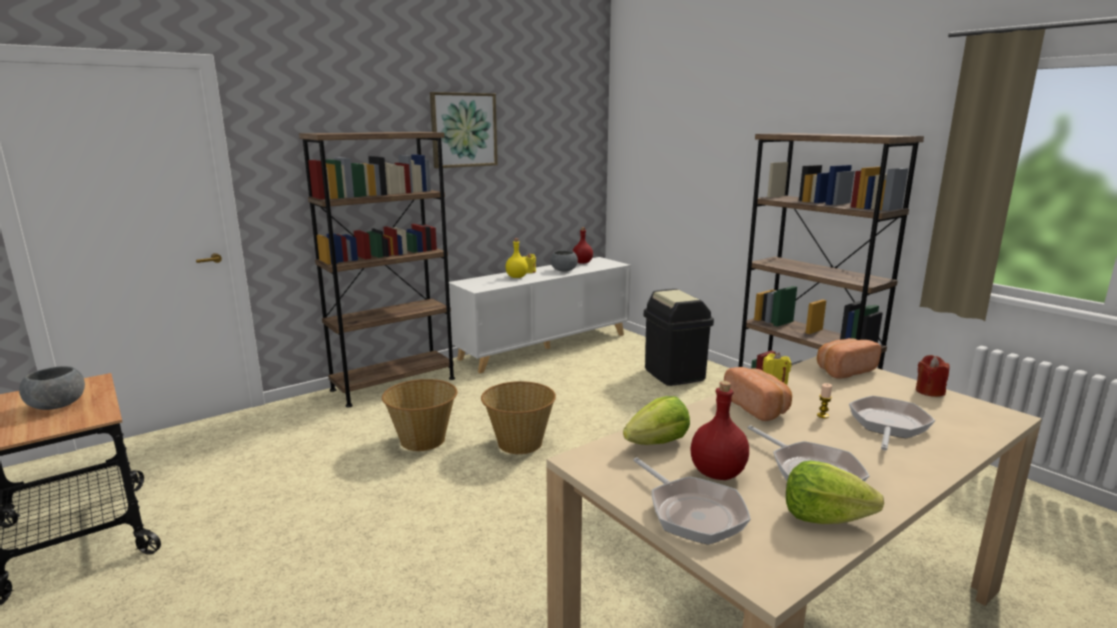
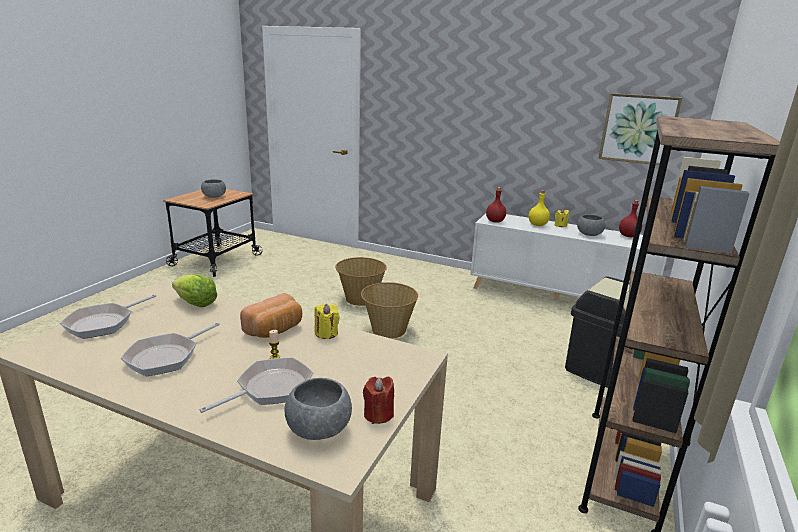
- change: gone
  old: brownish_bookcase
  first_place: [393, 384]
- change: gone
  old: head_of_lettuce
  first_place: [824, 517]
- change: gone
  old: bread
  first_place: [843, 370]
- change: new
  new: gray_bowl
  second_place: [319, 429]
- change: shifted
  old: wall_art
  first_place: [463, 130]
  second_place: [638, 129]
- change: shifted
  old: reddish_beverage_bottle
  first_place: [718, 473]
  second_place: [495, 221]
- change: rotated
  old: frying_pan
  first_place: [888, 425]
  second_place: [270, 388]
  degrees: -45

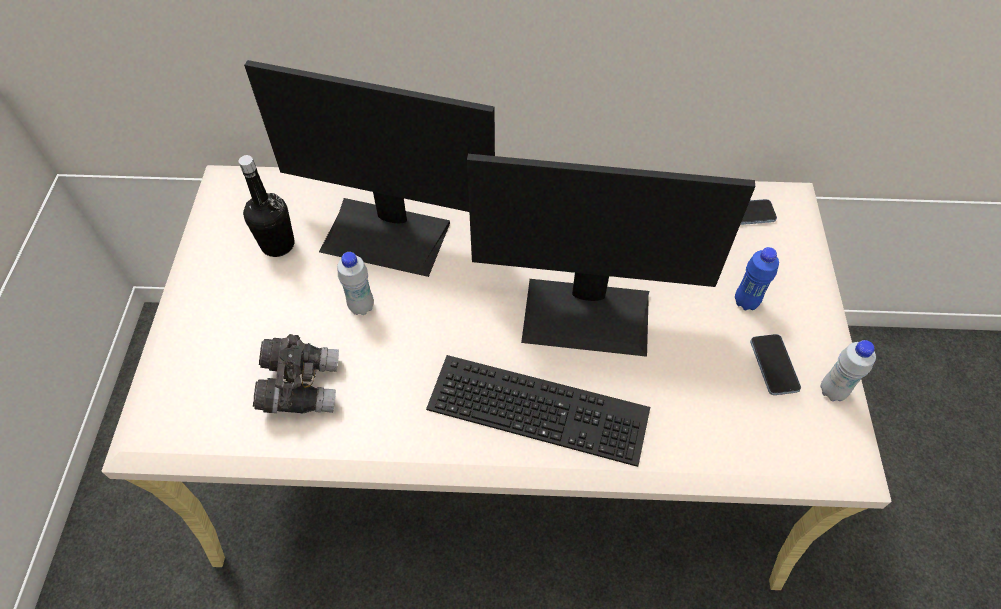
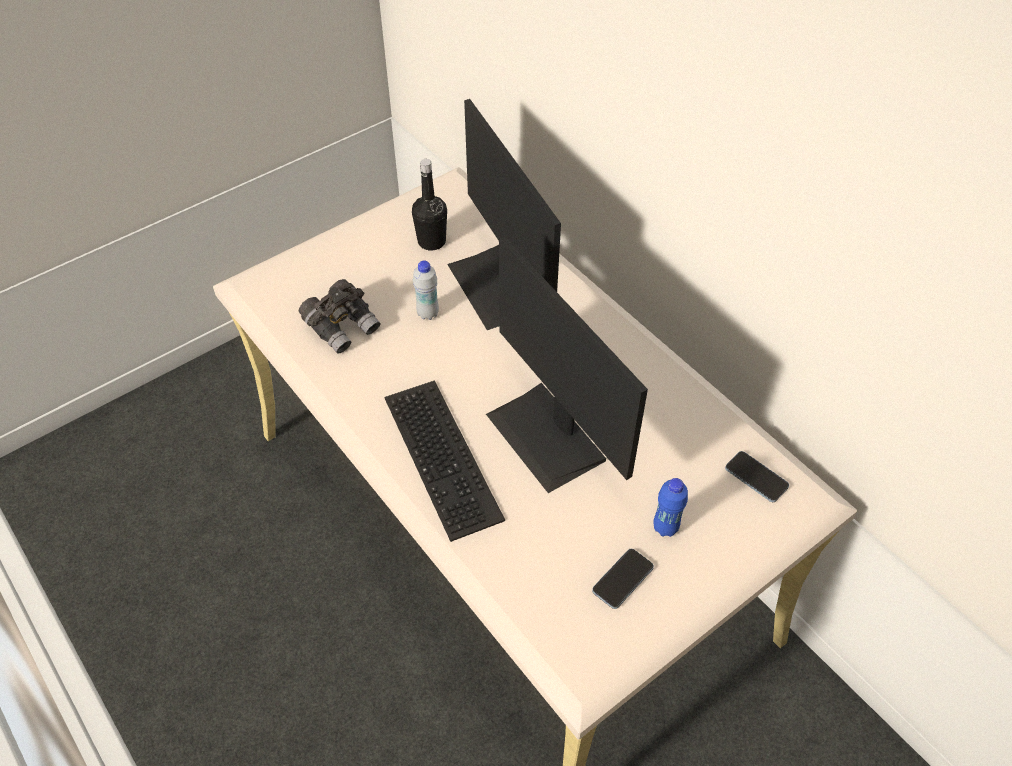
- change: gone
  old: white_beverage_bottle
  first_place: [832, 391]

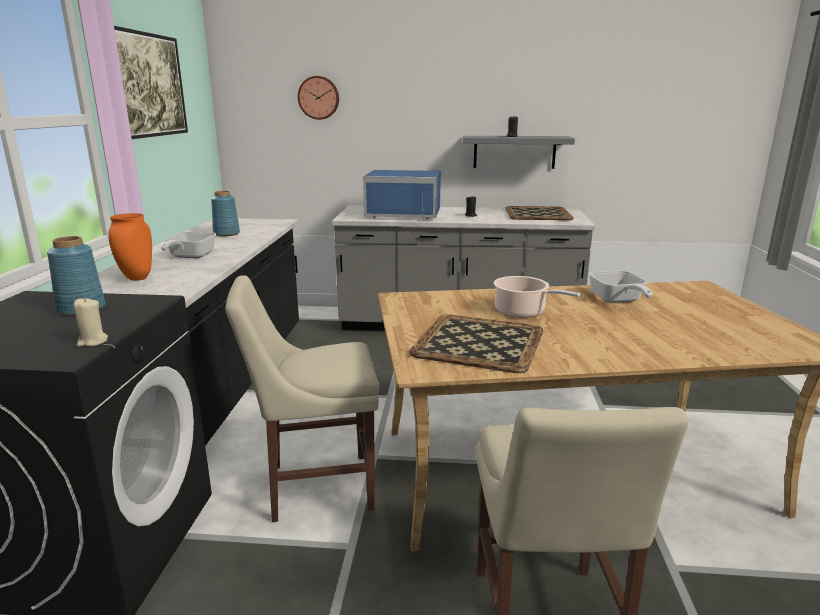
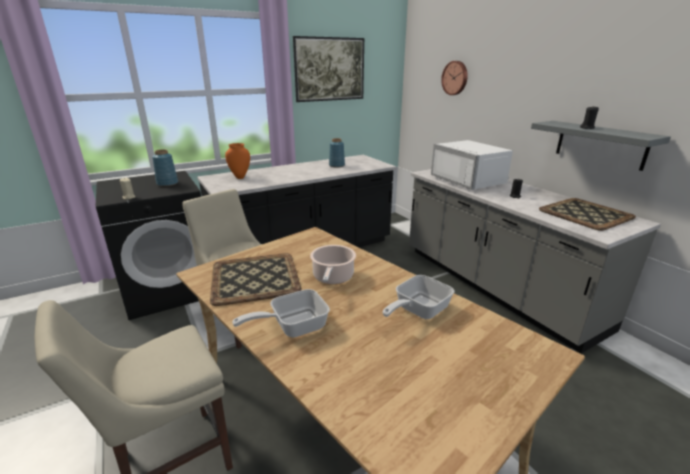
- change: shifted
  old: frying_pan
  first_place: [189, 256]
  second_place: [292, 326]
- change: repainted
  old: bluish_microwave_oven
  new: white_microwave_oven
  first_place: [404, 213]
  second_place: [471, 180]

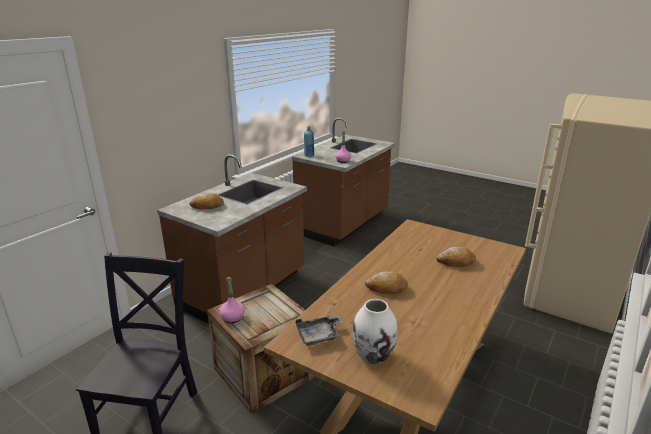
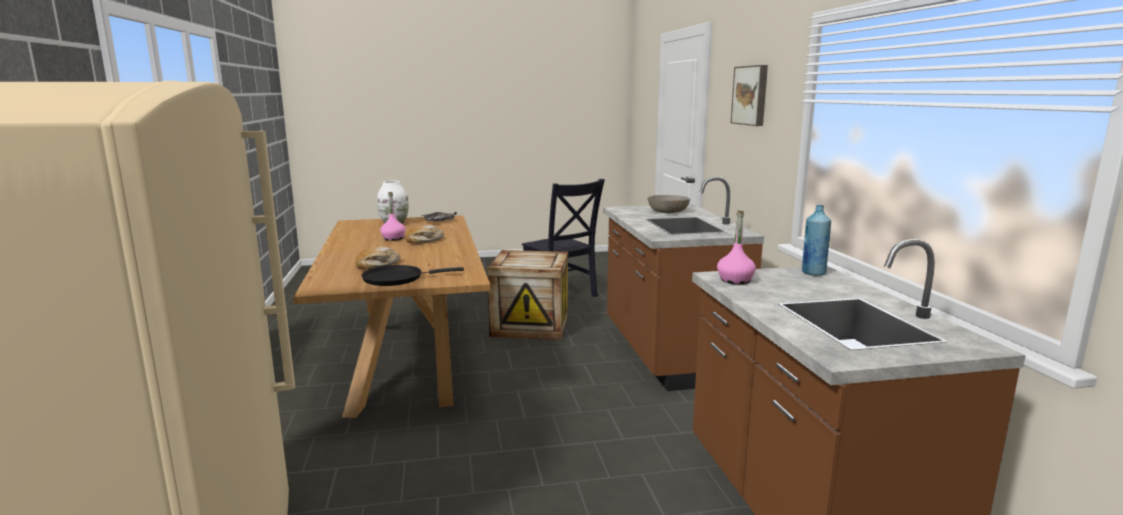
- change: new
  new: black-coloured_frying_pan
  second_place: [397, 279]
- change: new
  new: wall_art
  second_place: [751, 95]
- change: shifted
  old: pink_beverage_bottle
  first_place: [232, 317]
  second_place: [393, 238]
- change: swapped
  old: bread
  new: gray_bowl
  first_place: [207, 206]
  second_place: [668, 211]

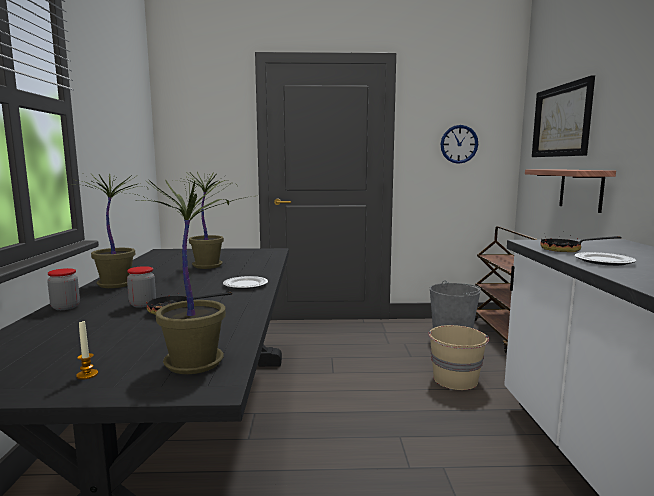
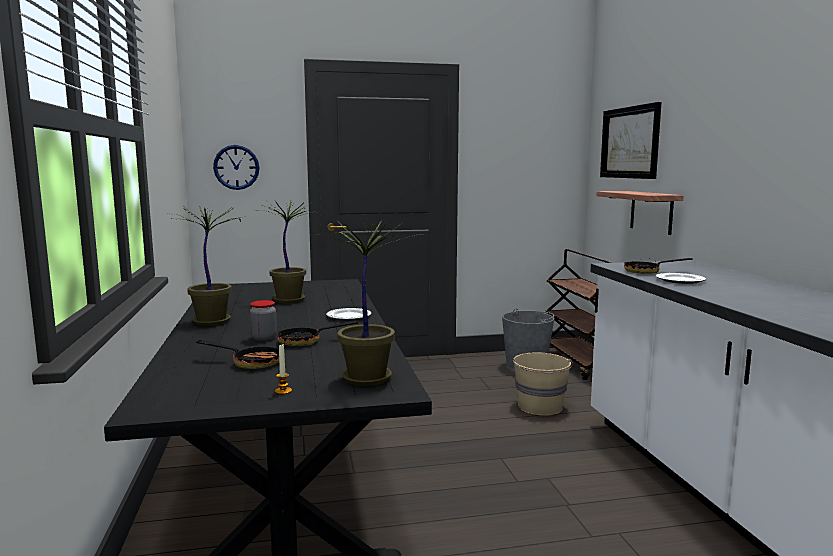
- change: gone
  old: storage_jar
  first_place: [65, 307]
- change: new
  new: frying_pan
  second_place: [250, 363]
- change: shifted
  old: hanging_clock
  first_place: [459, 144]
  second_place: [236, 167]

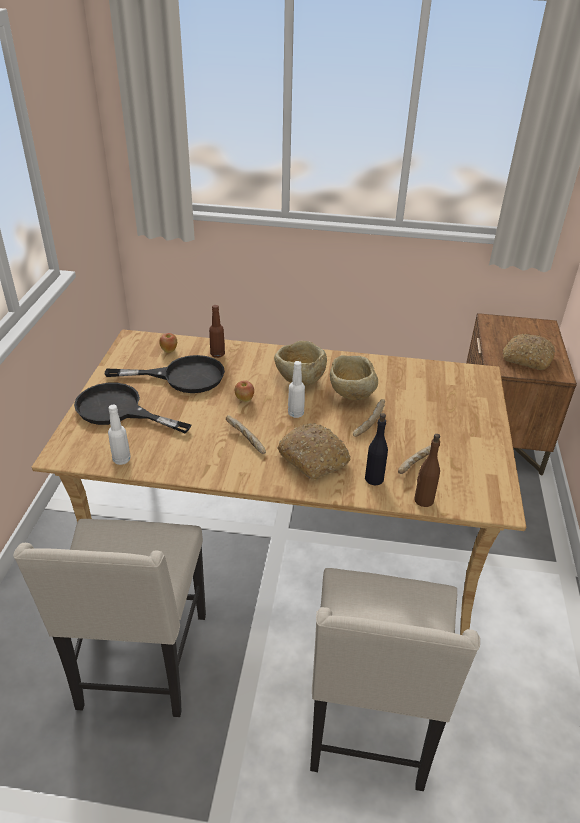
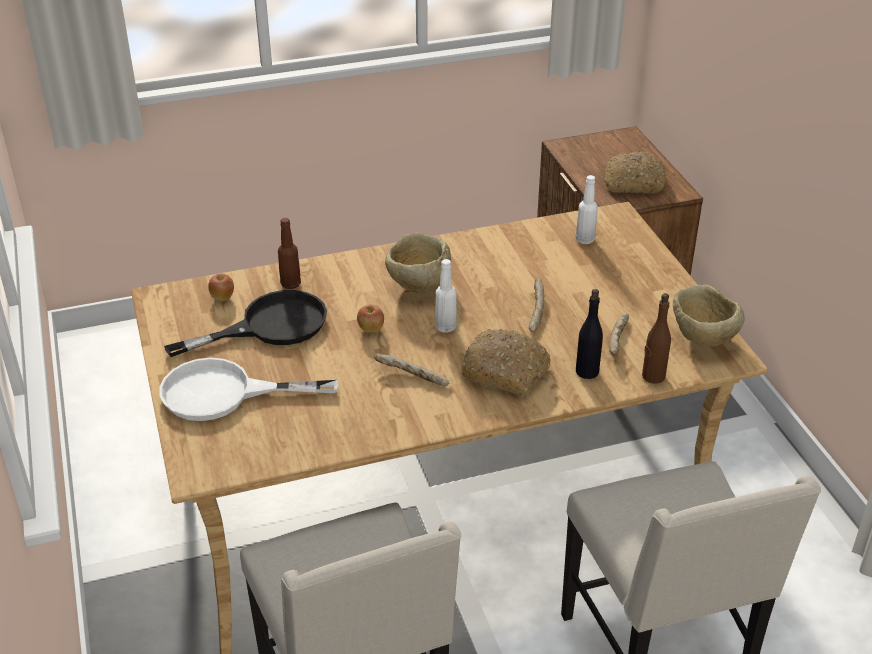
- change: shifted
  old: white_beverage_bottle
  first_place: [121, 460]
  second_place: [585, 240]
- change: shifted
  old: beige_bowl
  first_place: [351, 395]
  second_place: [702, 339]
- change: repainted
  old: black-coloured_frying_pan
  new: white_frying_pan
  first_place: [119, 410]
  second_place: [224, 393]

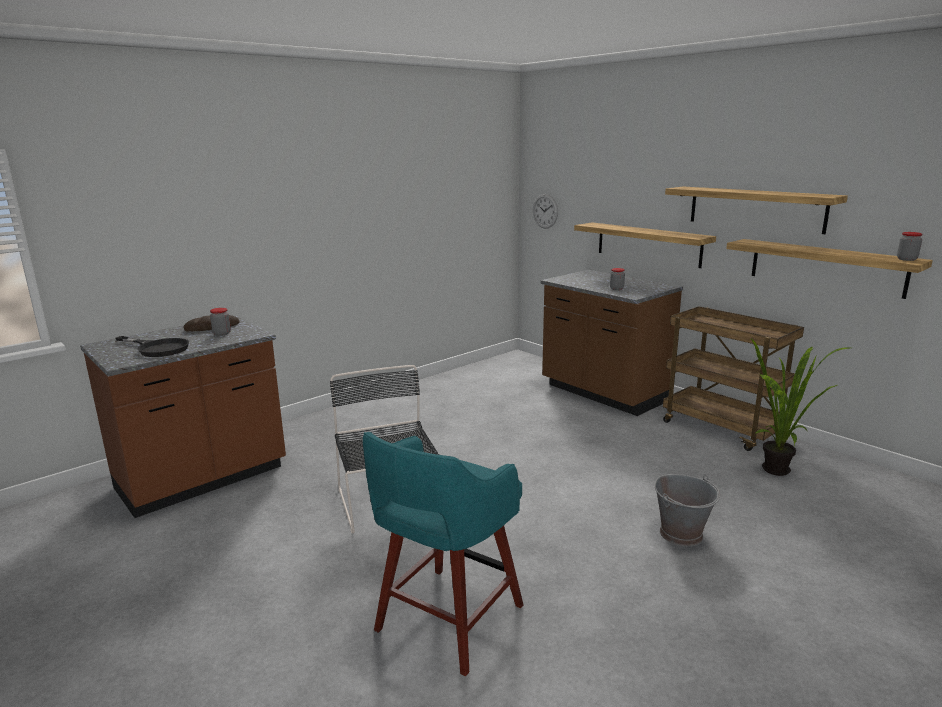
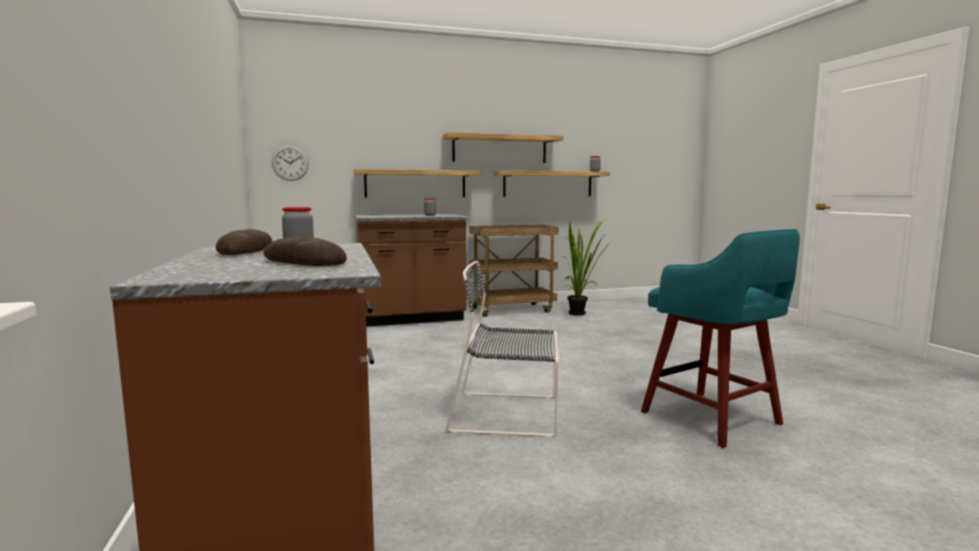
- change: gone
  old: gray_bucket
  first_place: [681, 534]
- change: swapped
  old: black-coloured_frying_pan
  new: bread
  first_place: [158, 348]
  second_place: [303, 262]

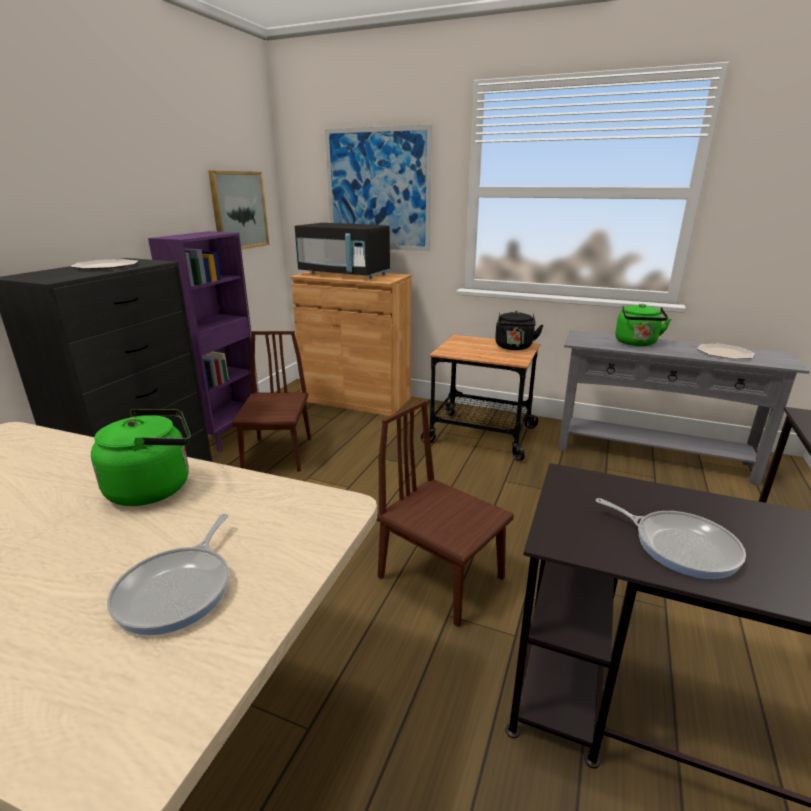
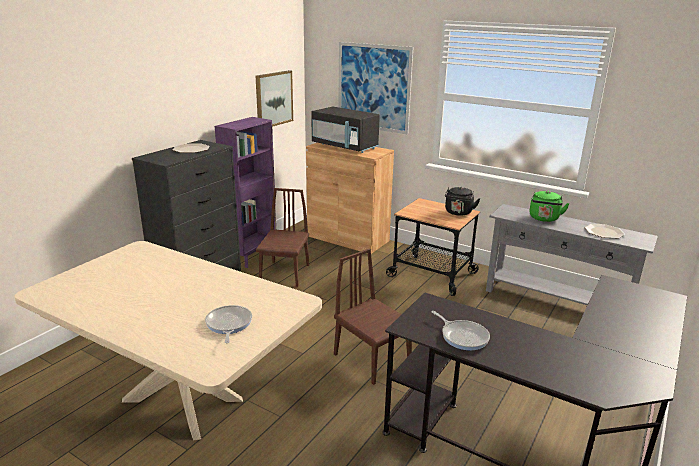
- change: gone
  old: greenish_kettle
  first_place: [155, 487]
- change: rotated
  old: frying_pan
  first_place: [178, 590]
  second_place: [228, 324]
  degrees: 150

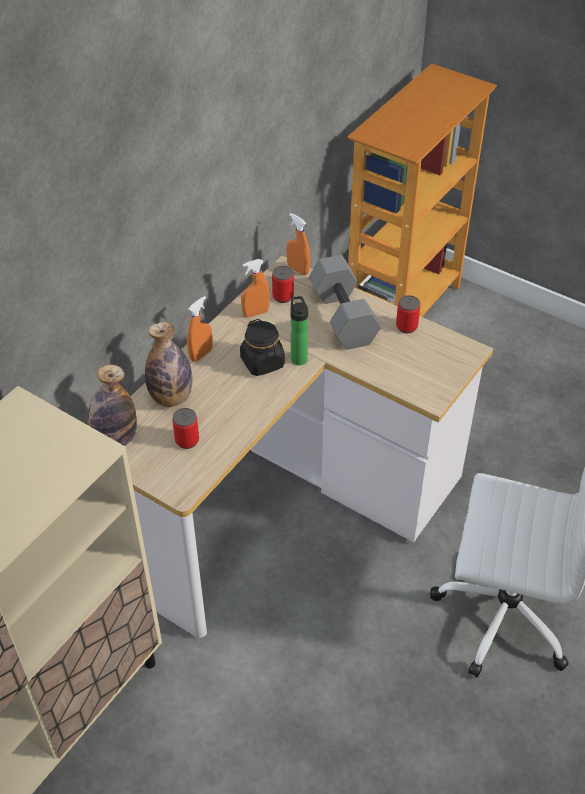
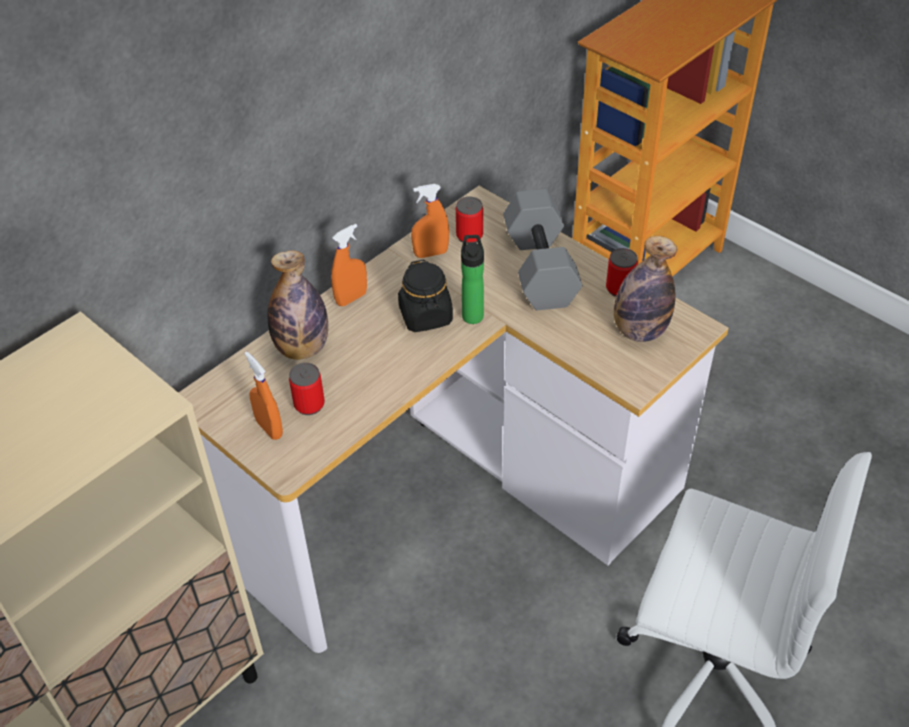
- change: shifted
  old: beverage_bottle
  first_place: [115, 439]
  second_place: [639, 331]
- change: shifted
  old: orange_hand_sprayer
  first_place: [298, 269]
  second_place: [269, 428]

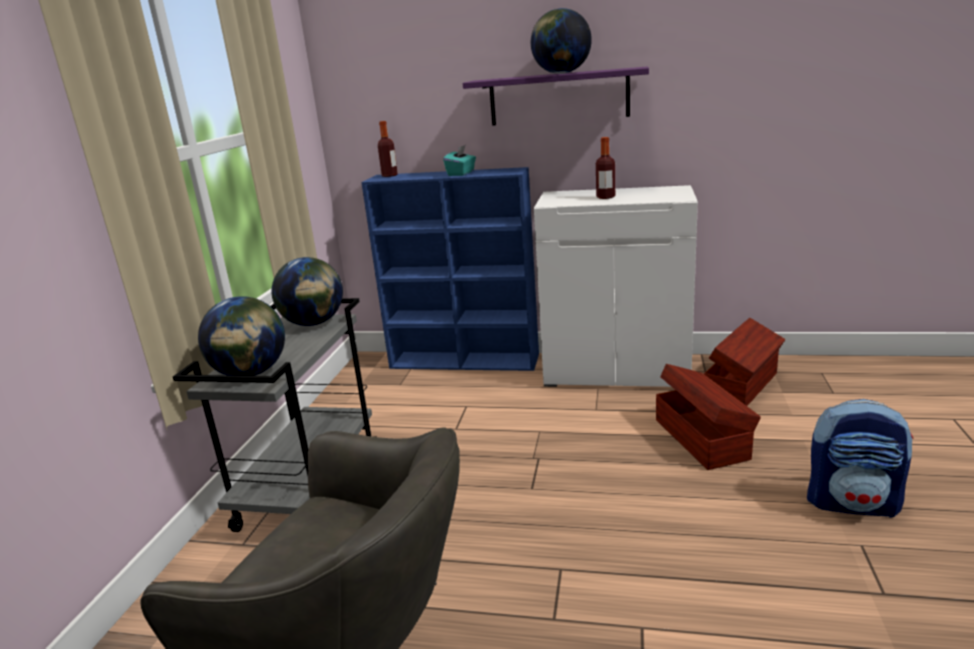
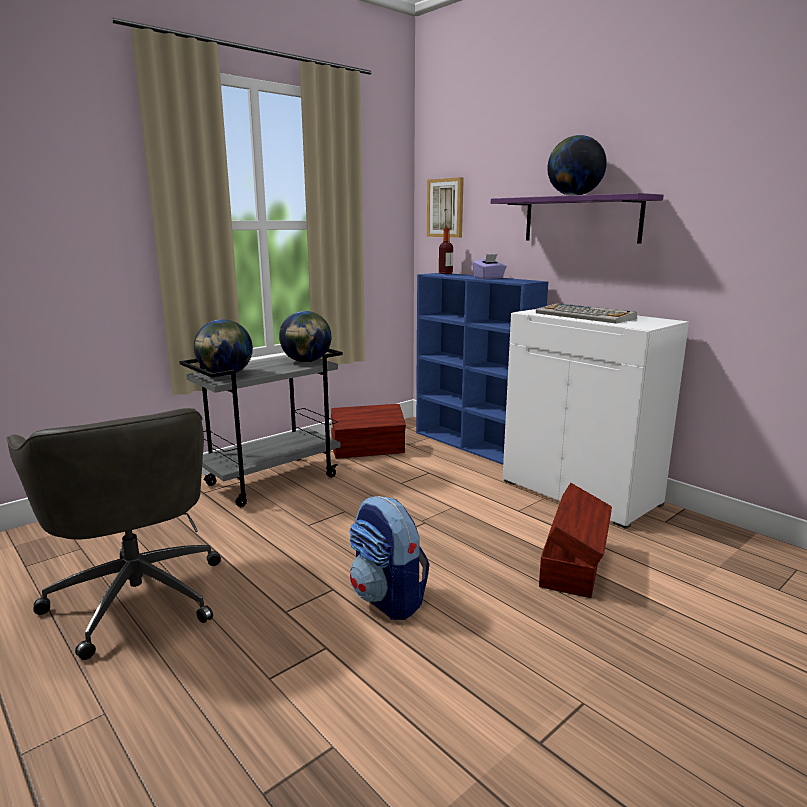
- change: new
  new: wall_art
  second_place: [446, 208]
- change: shifted
  old: brownish_storage_bin
  first_place: [742, 385]
  second_place: [368, 450]
- change: shifted
  old: rucksack
  first_place: [852, 503]
  second_place: [388, 599]
- change: swapped
  old: beverage_bottle
  new: keyboard
  first_place: [605, 197]
  second_place: [585, 316]
- change: repainted
  old: blue-green_tissue_holder
  new: purple-coloured_tissue_holder
  first_place: [461, 173]
  second_place: [489, 278]

